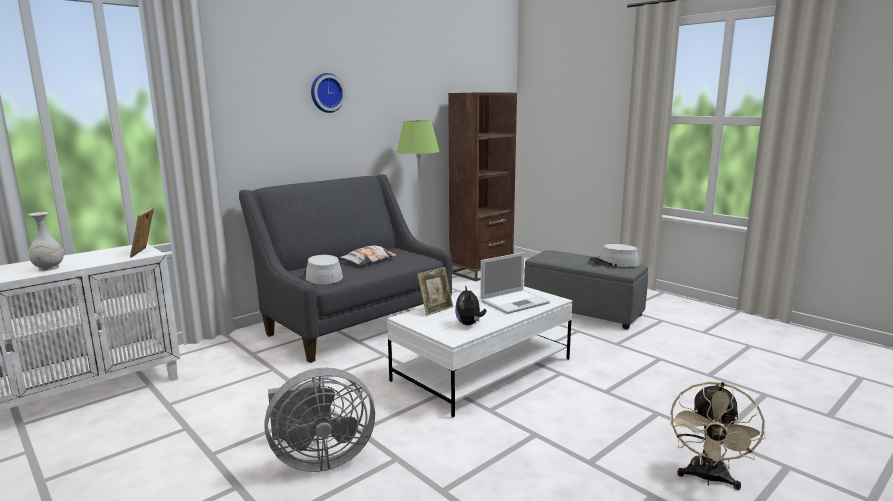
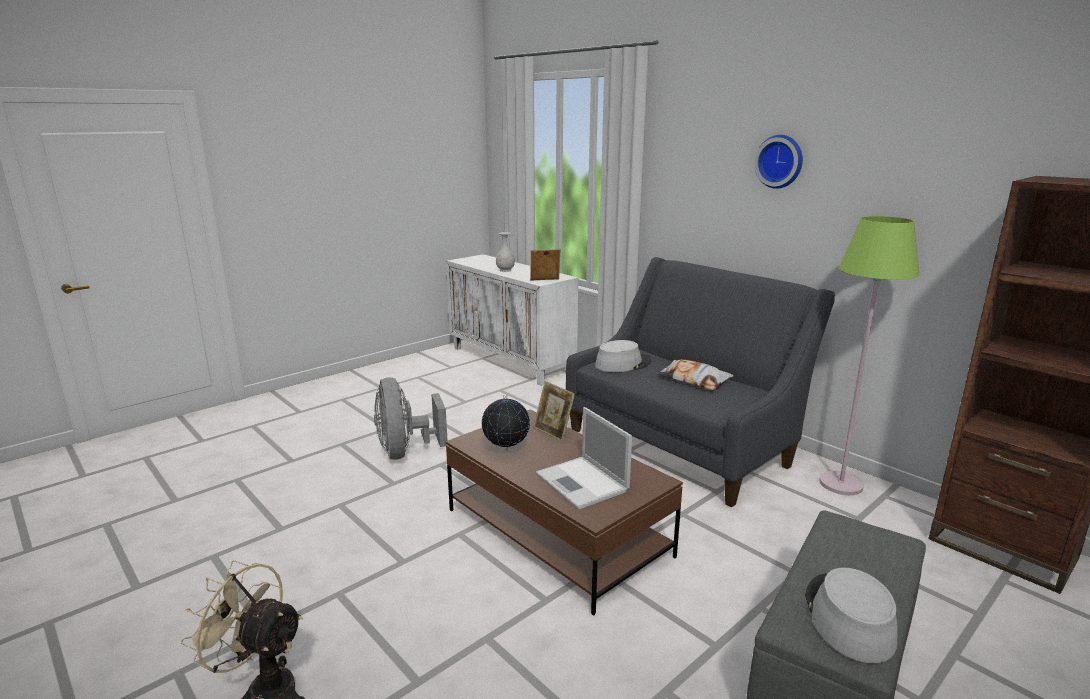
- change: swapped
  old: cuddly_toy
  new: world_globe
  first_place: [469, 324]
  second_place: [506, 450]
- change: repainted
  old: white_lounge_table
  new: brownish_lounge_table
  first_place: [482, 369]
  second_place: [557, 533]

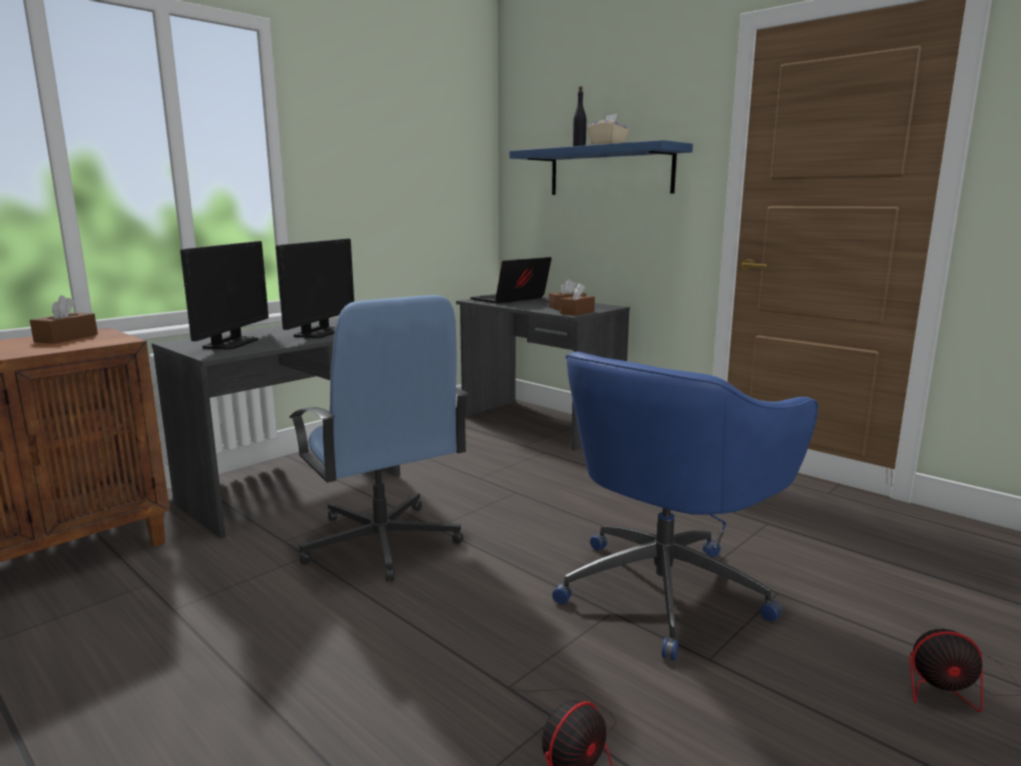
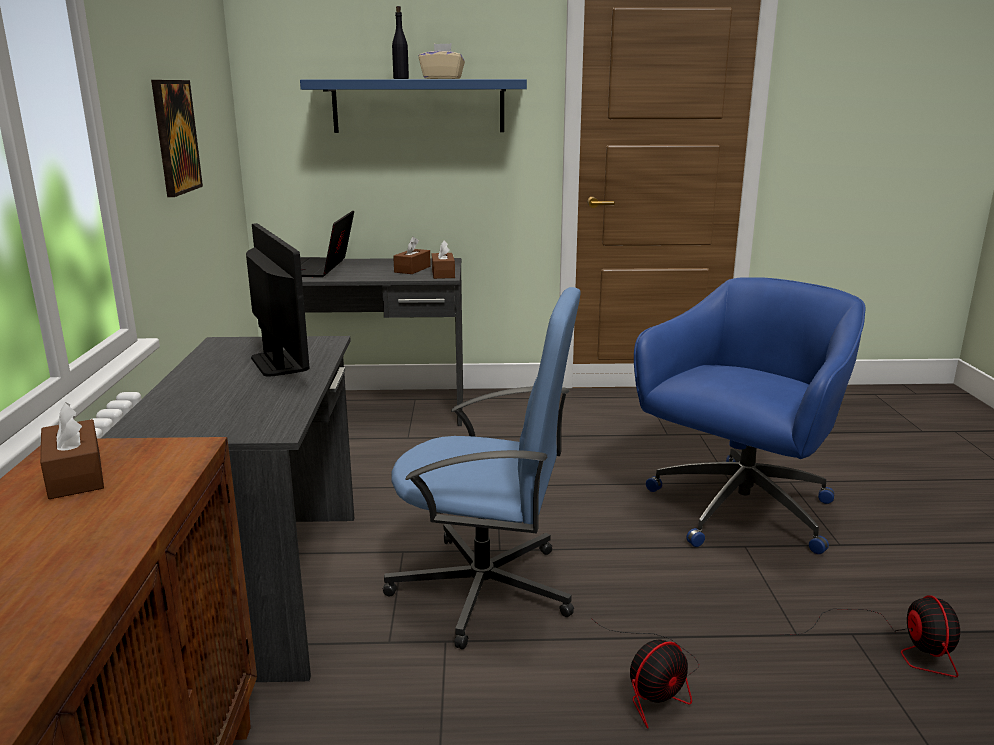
- change: gone
  old: monitor
  first_place: [231, 343]
- change: new
  new: wall_art
  second_place: [175, 137]
- change: shifted
  old: electric_fan
  first_place: [954, 684]
  second_place: [655, 684]
- change: rotated
  old: bluish_office_chair
  first_place: [666, 588]
  second_place: [738, 511]
  degrees: -135

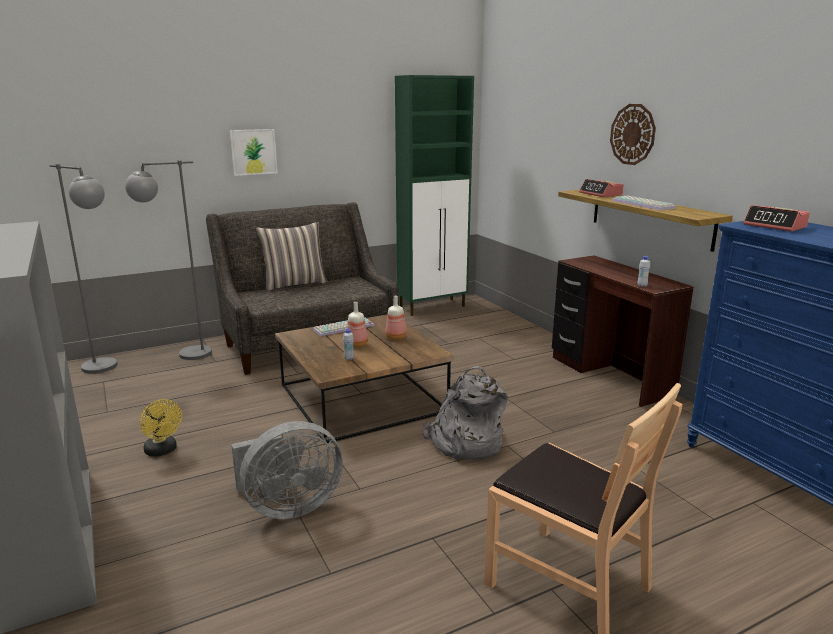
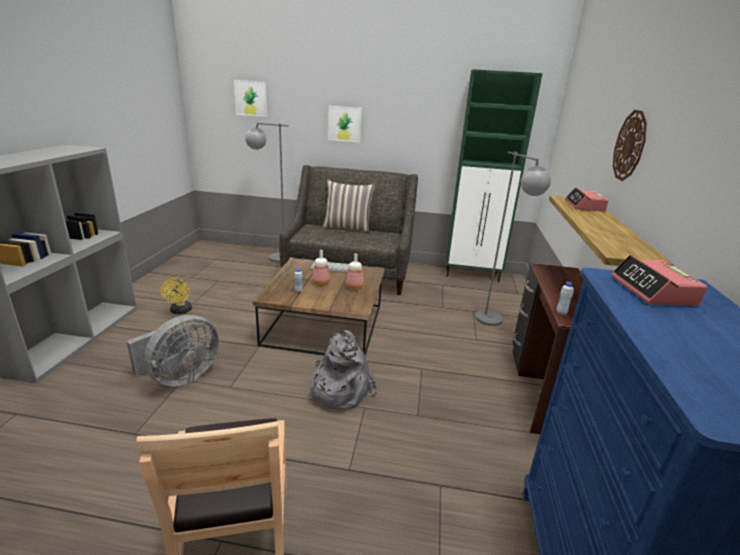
- change: gone
  old: keyboard
  first_place: [644, 204]
- change: new
  new: wall_art
  second_place: [251, 98]
- change: shifted
  old: gray_standard_lamp
  first_place: [107, 369]
  second_place: [495, 323]
- change: rotated
  old: gray_electric_fan
  first_place: [288, 507]
  second_place: [180, 377]
  degrees: -60

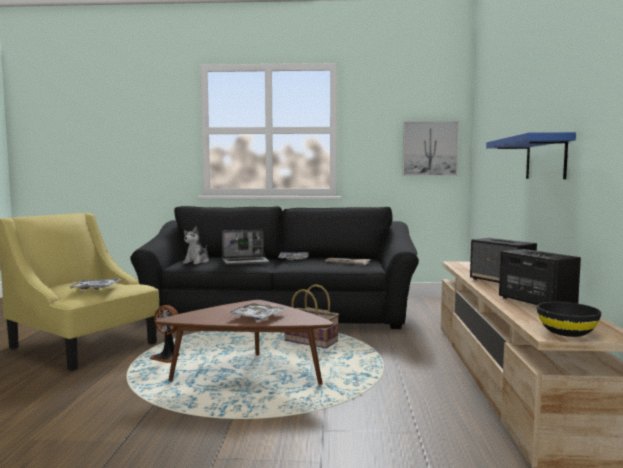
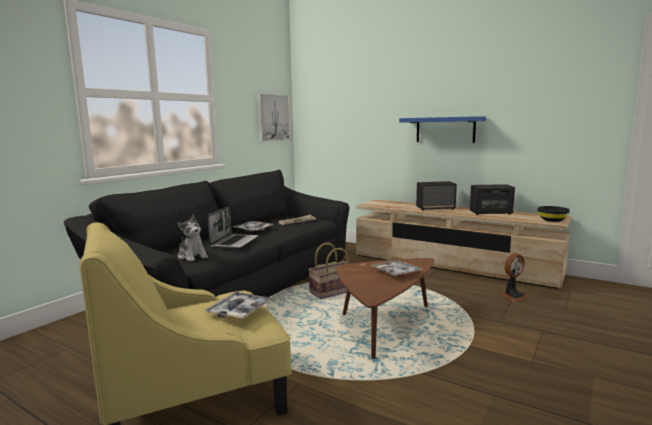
- change: shifted
  old: electric_fan
  first_place: [167, 358]
  second_place: [513, 296]

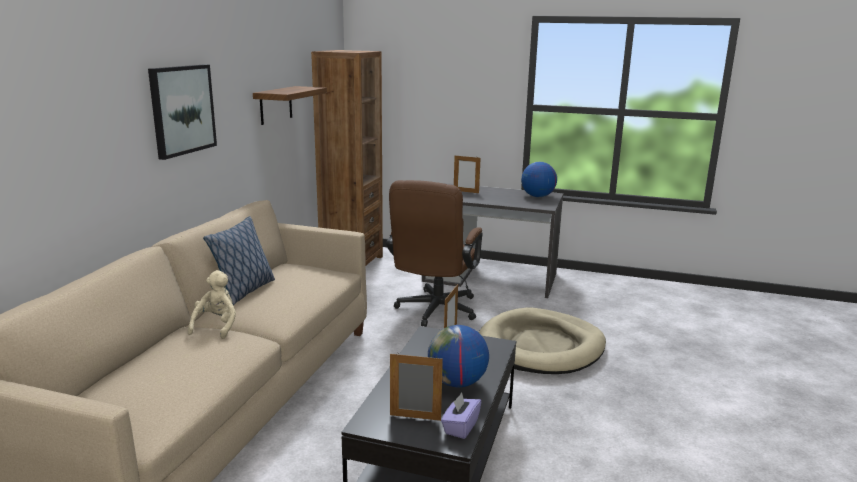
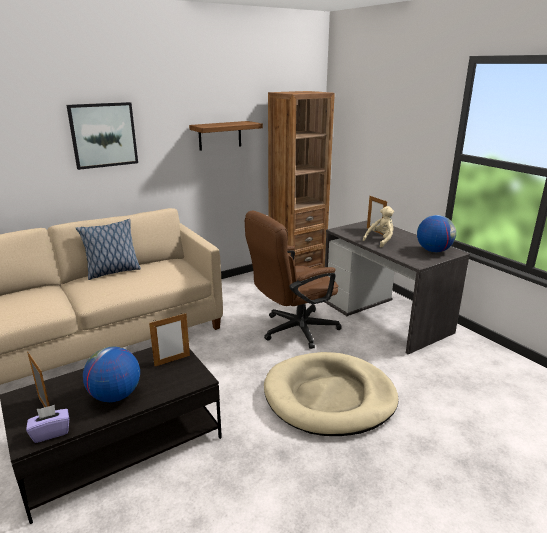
- change: shifted
  old: beige_cuddly_toy
  first_place: [216, 326]
  second_place: [380, 240]

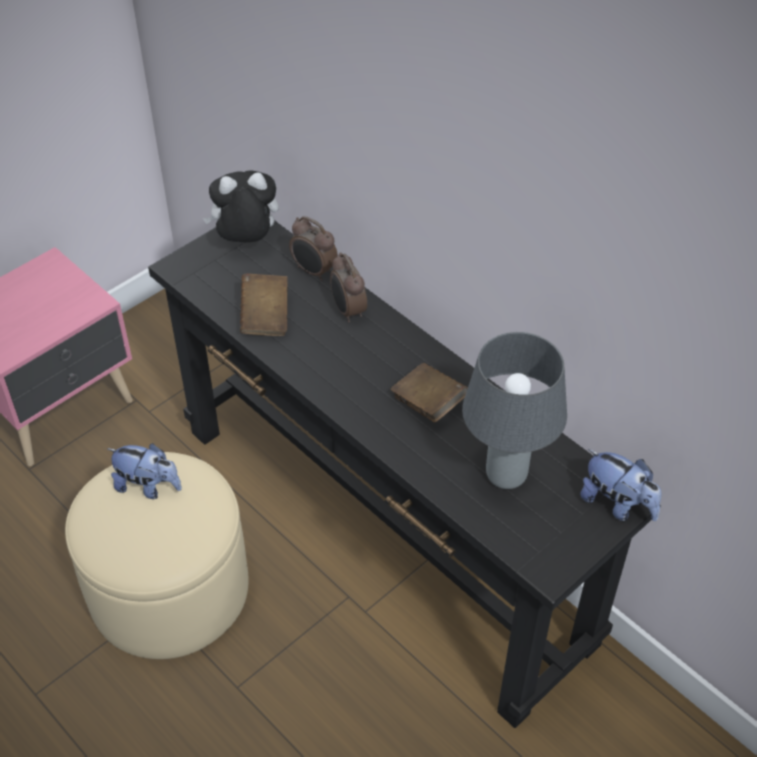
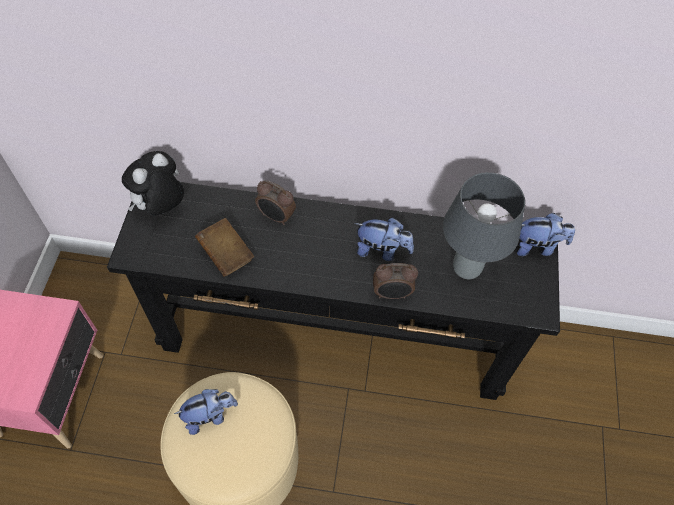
- change: shifted
  old: alarm_clock
  first_place: [313, 271]
  second_place: [392, 294]
- change: swapped
  old: brownish_book
  new: cuddly_toy
  first_place: [428, 404]
  second_place: [382, 250]

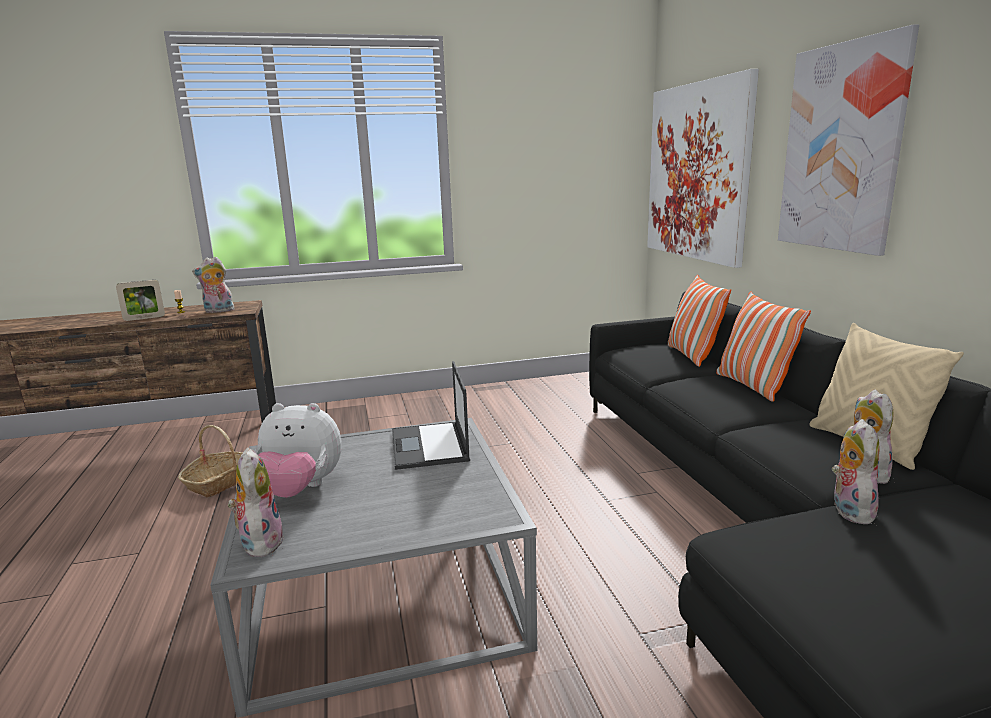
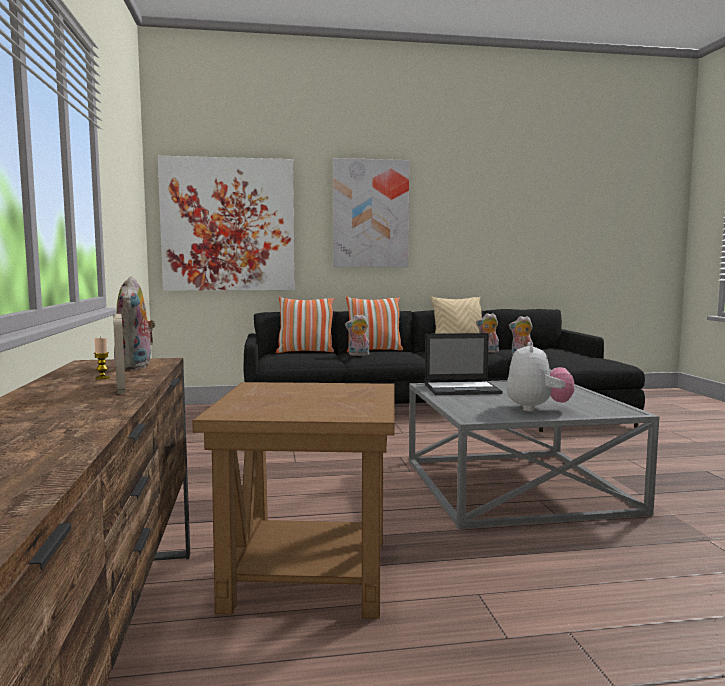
- change: shifted
  old: cuddly_toy
  first_place: [260, 542]
  second_place: [358, 355]
- change: swapped
  old: household_basket
  new: brownish_accent_table
  first_place: [222, 481]
  second_place: [307, 571]

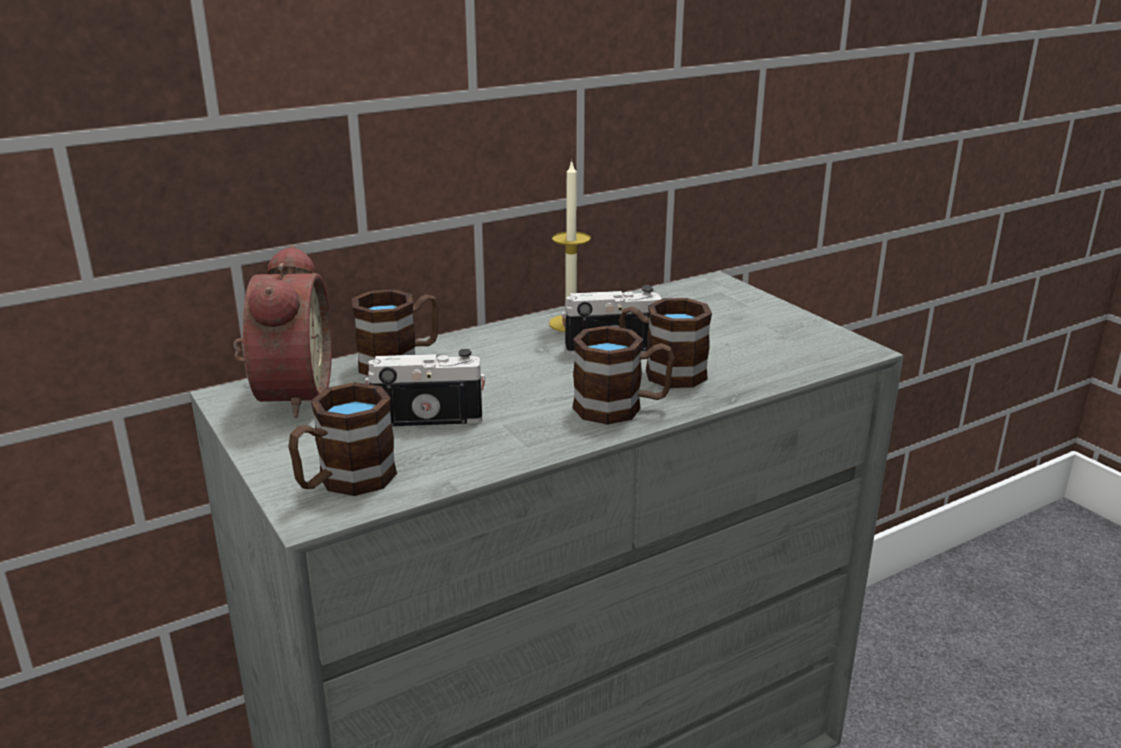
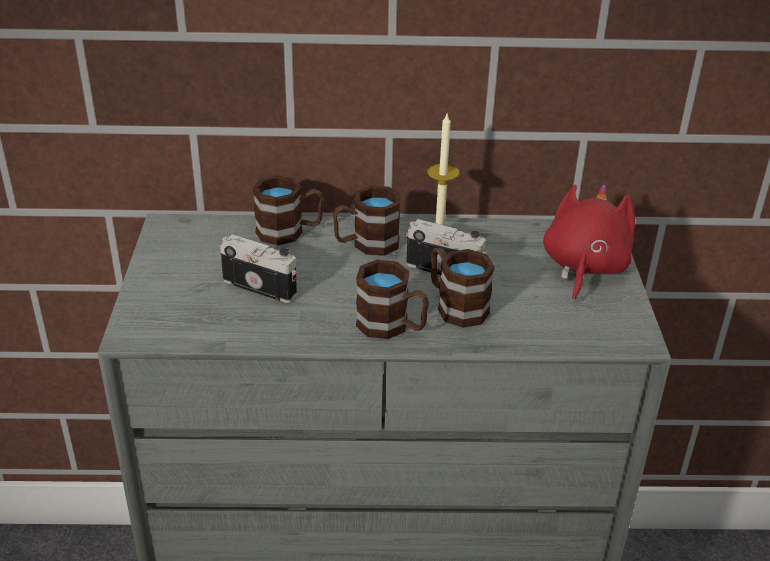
- change: gone
  old: alarm_clock
  first_place: [288, 394]
- change: new
  new: reddish_cuddly_toy
  second_place: [583, 267]
- change: shifted
  old: brownish_tea_mug
  first_place: [344, 482]
  second_place: [366, 244]

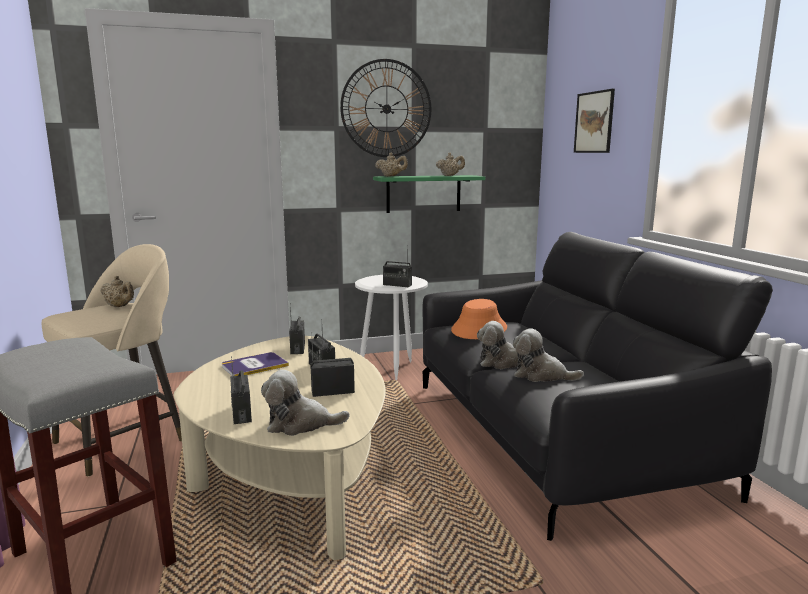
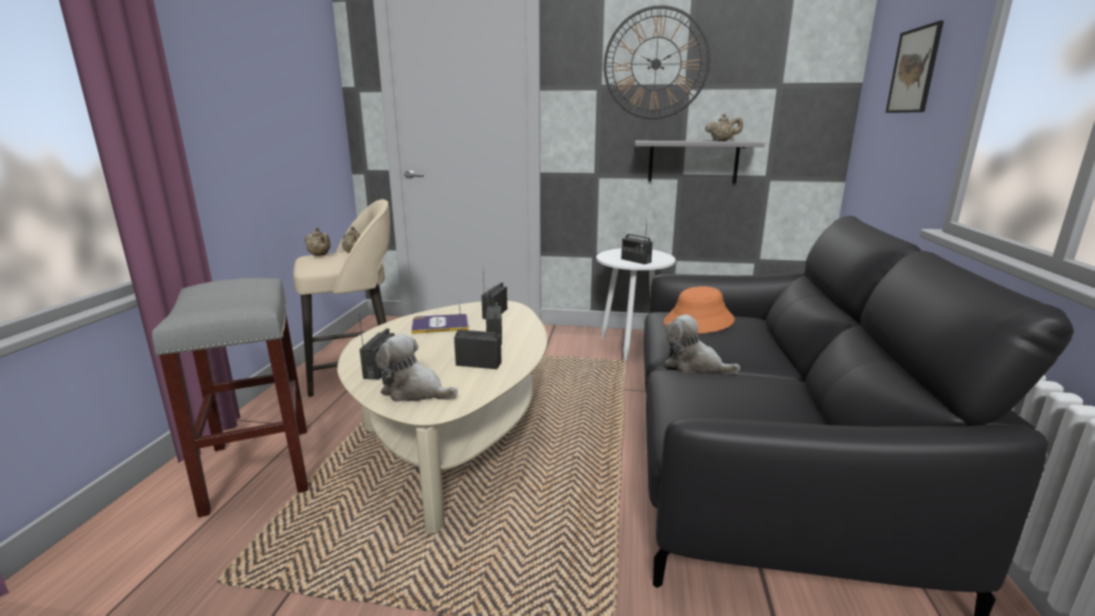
- change: gone
  old: cuddly_toy
  first_place: [541, 375]
- change: shifted
  old: beige_teapot
  first_place: [391, 176]
  second_place: [320, 255]
- change: repainted
  old: greenish_shelf
  new: gray_shelf
  first_place: [423, 193]
  second_place: [693, 161]

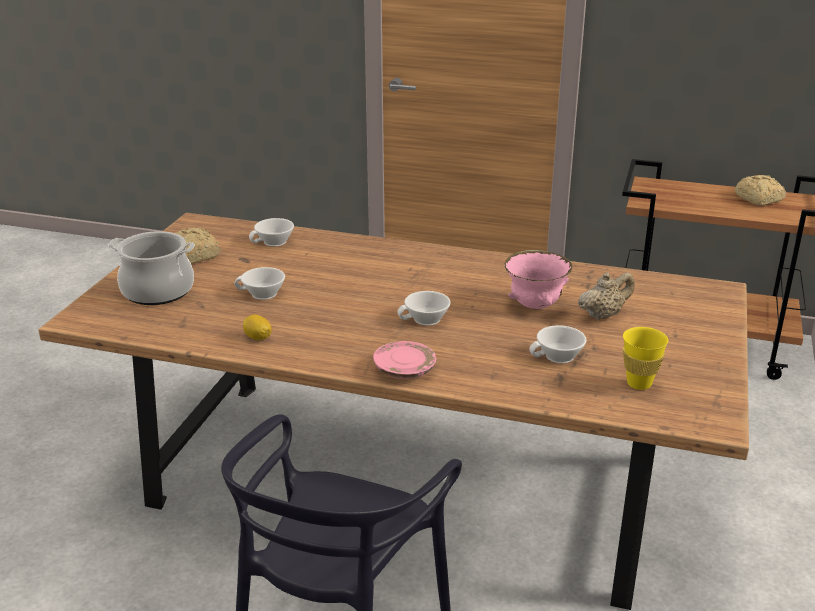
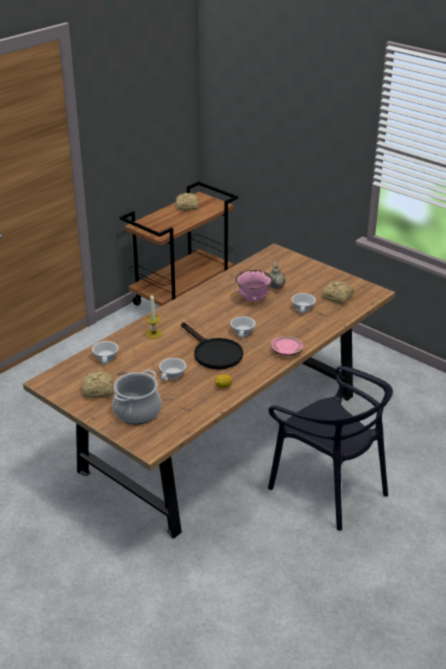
- change: new
  new: candle
  second_place: [153, 333]
- change: new
  new: black-coloured_frying_pan
  second_place: [213, 353]
- change: swapped
  old: yellow-coloured_cup
  new: bread
  first_place: [639, 383]
  second_place: [338, 297]

